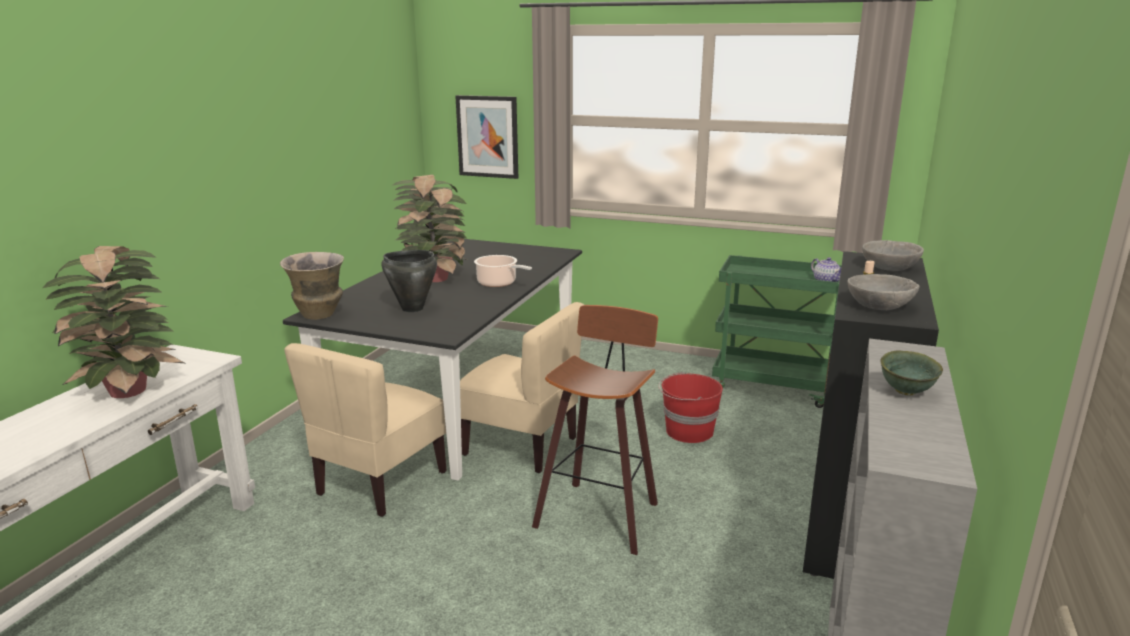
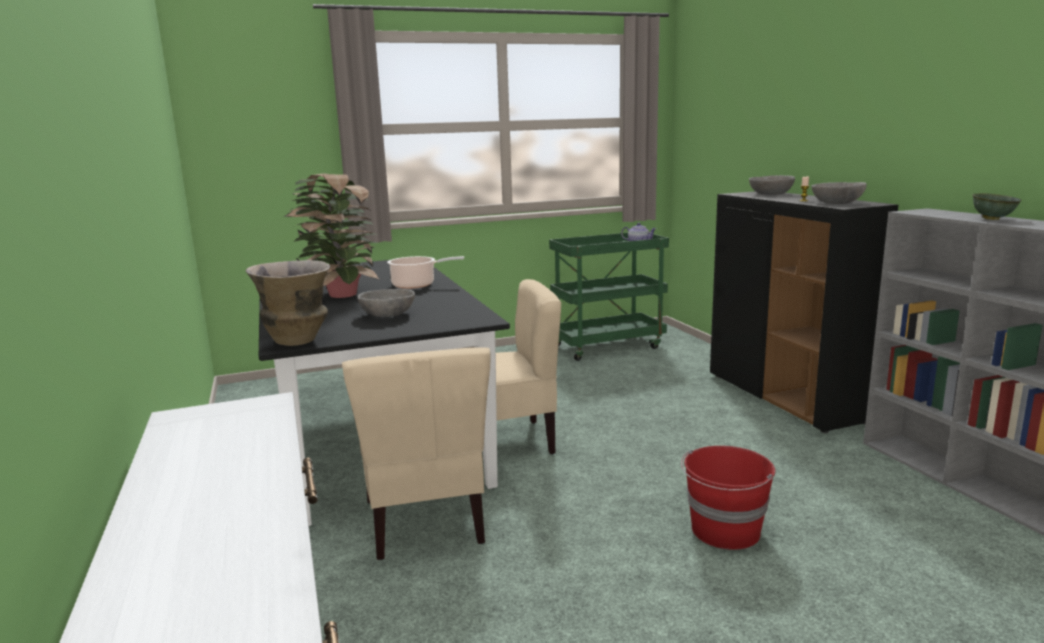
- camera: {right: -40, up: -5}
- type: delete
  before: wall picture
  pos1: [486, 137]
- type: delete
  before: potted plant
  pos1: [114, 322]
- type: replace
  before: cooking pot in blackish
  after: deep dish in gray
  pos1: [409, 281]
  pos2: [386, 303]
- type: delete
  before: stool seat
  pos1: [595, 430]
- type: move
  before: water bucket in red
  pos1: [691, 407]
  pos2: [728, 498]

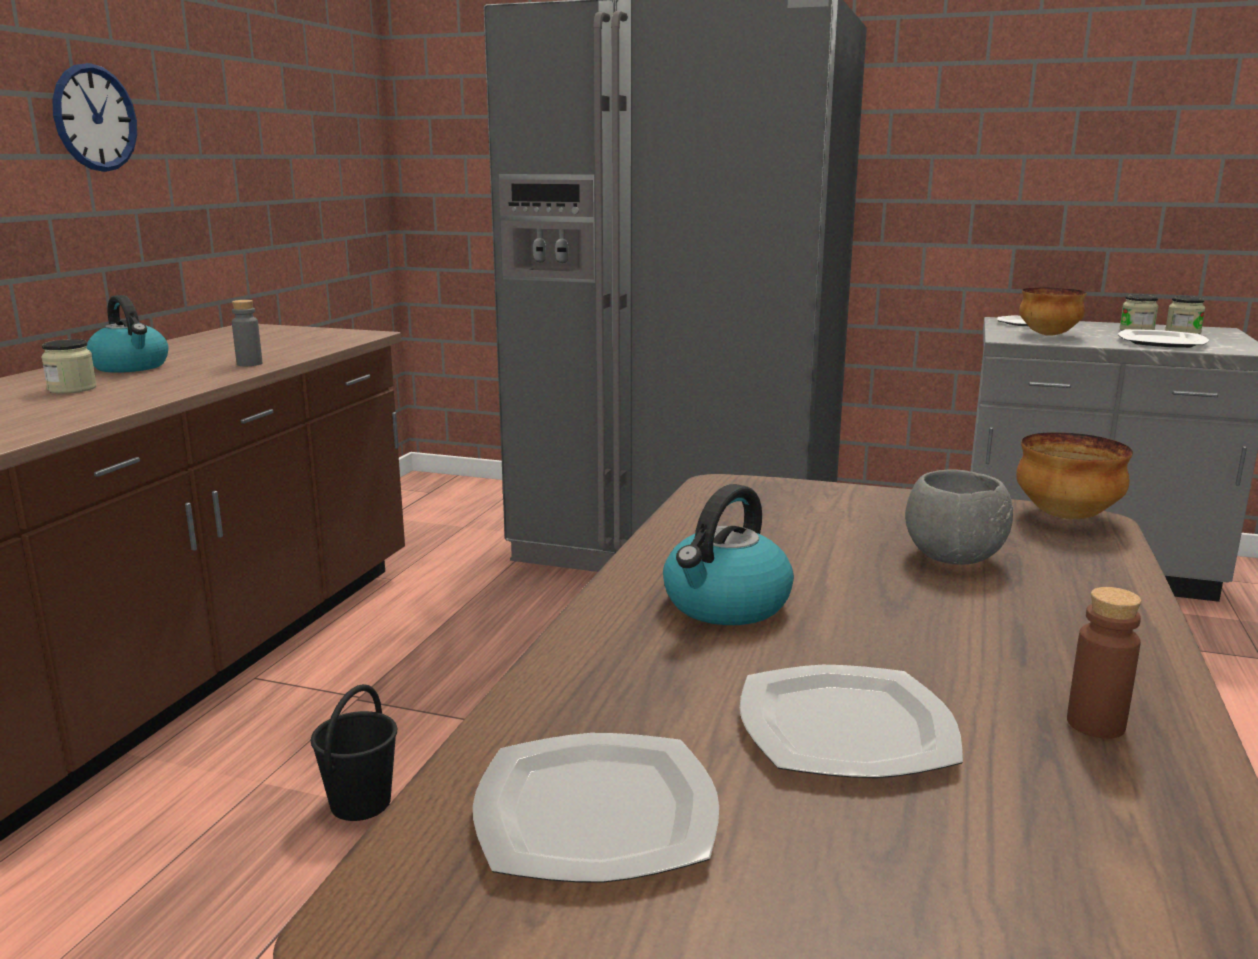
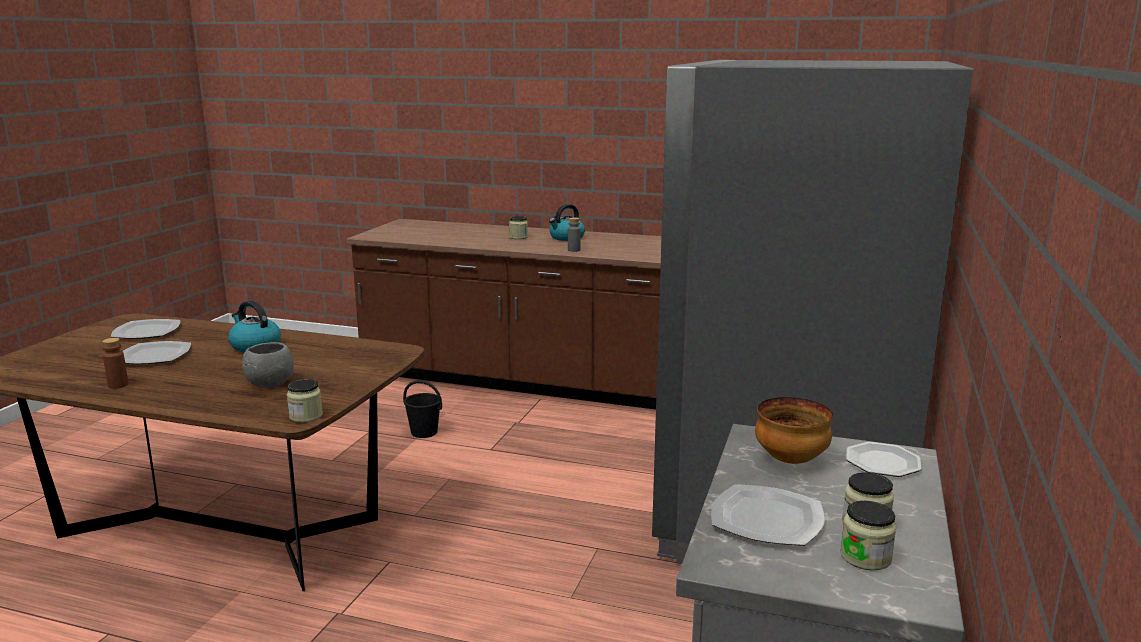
- camera: {right: 90, up: 0}
- type: delete
  before: hanging clock
  pos1: [94, 117]
- type: replace
  before: deep dish
  after: storage jar
  pos1: [1074, 475]
  pos2: [305, 401]

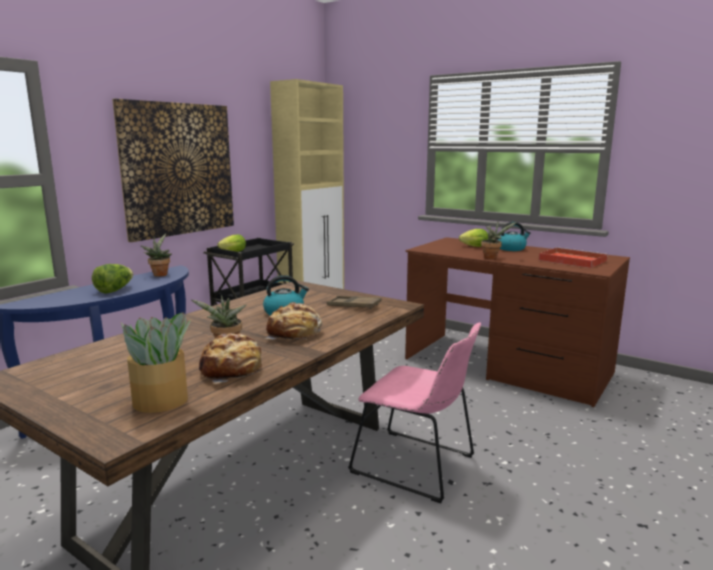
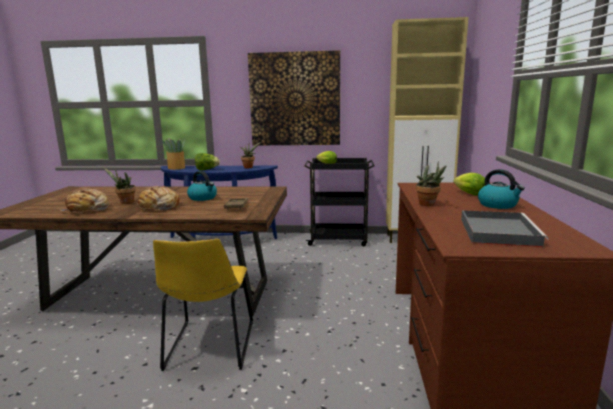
- camera: {right: 60, up: 0}
- type: recolor
  before: tray in red
  after: tray in gray
  pos1: [573, 257]
  pos2: [504, 228]
- type: move
  before: potted plant
  pos1: [156, 362]
  pos2: [173, 154]
- type: recolor
  before: plain chair in pink
  after: plain chair in yellowish
  pos1: [414, 413]
  pos2: [203, 305]

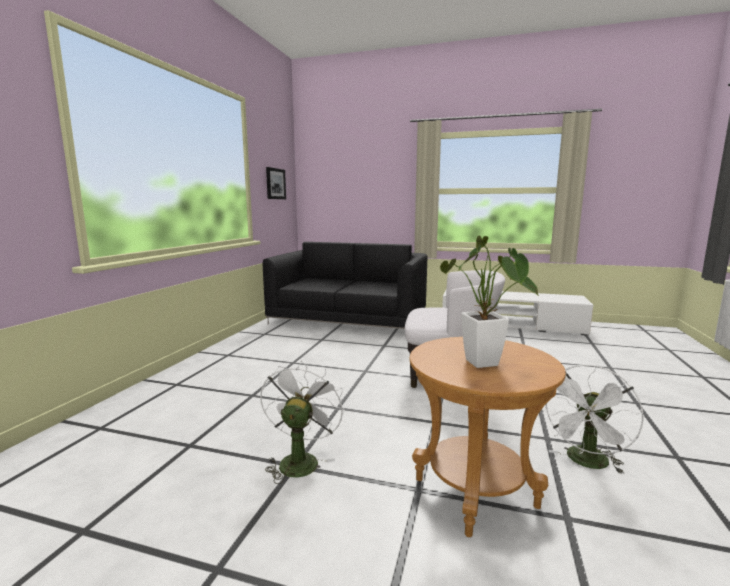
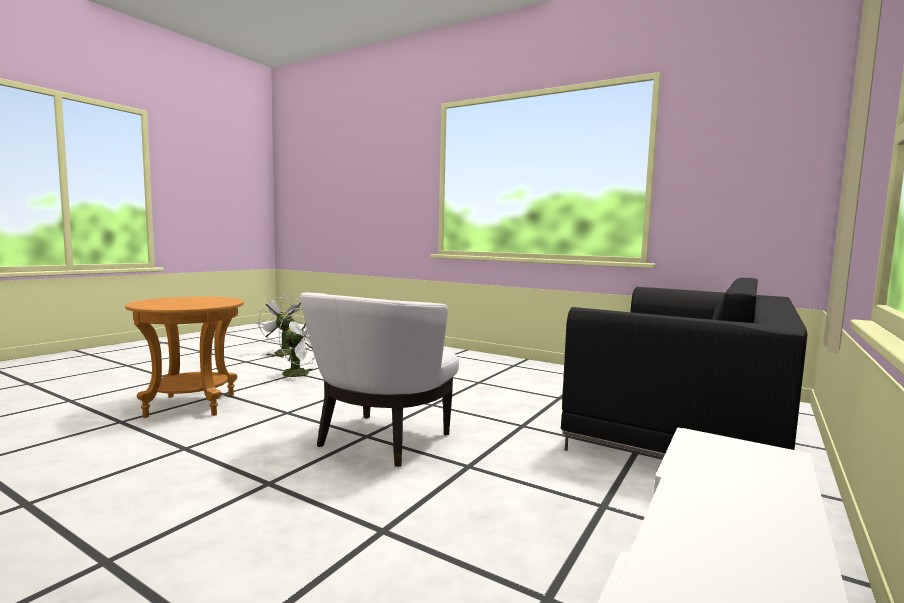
- camera: {right: 105, up: -5}
- type: delete
  before: wall picture
  pos1: [276, 183]
- type: delete
  before: potted plant
  pos1: [489, 302]
- type: move
  before: cooling fan in whitish
  pos1: [593, 419]
  pos2: [281, 326]

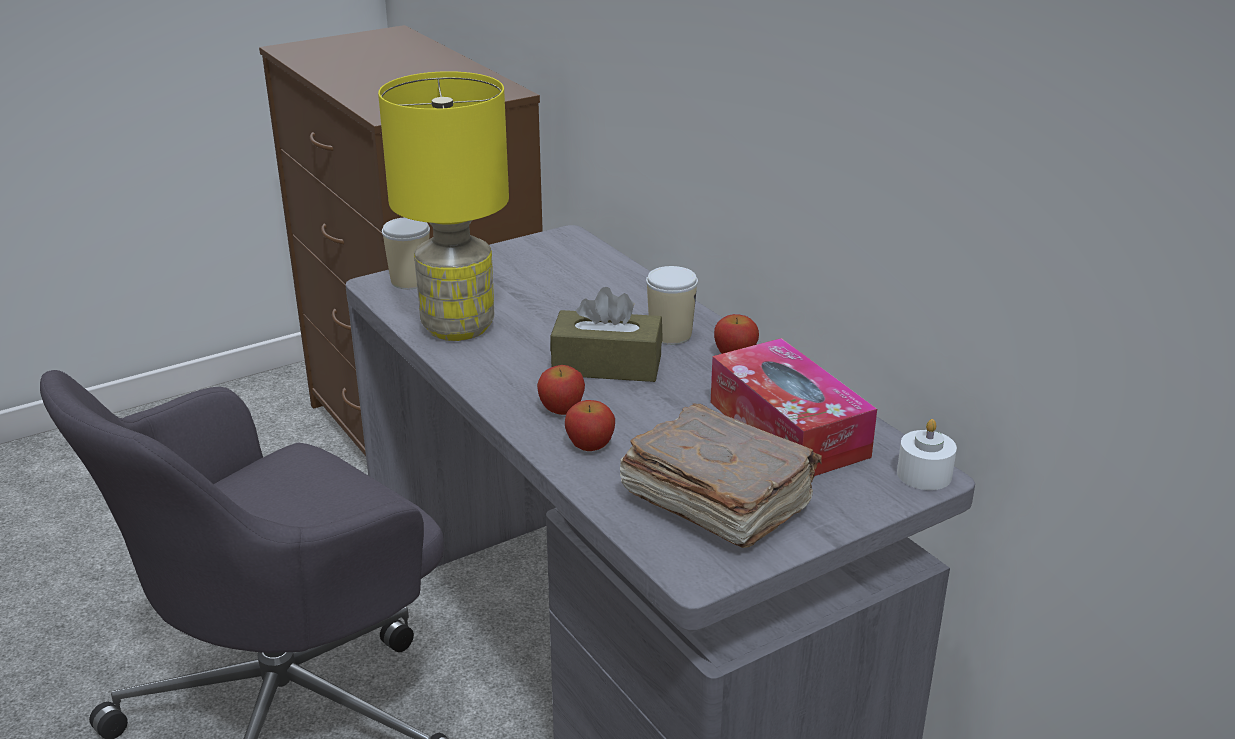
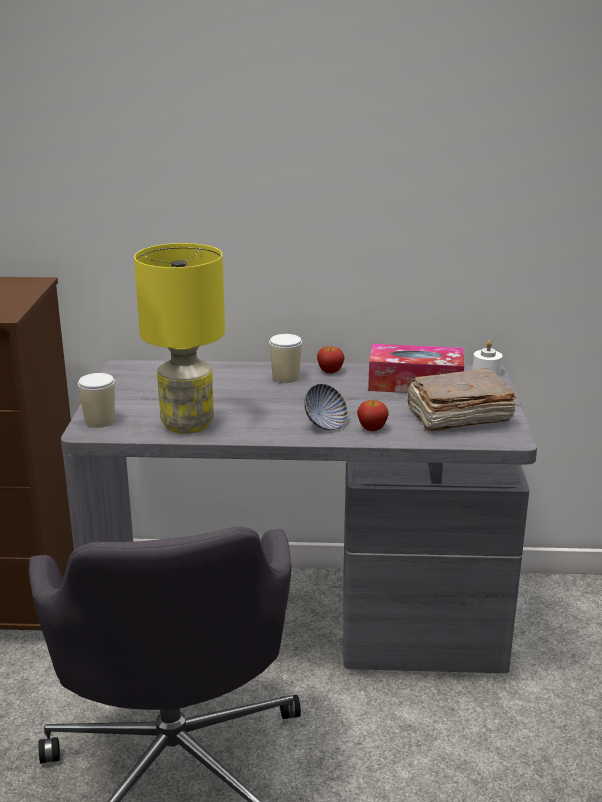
- camera: {right: -55, up: -5}
- type: delete
  before: box of tissues in brown
  pos1: [606, 334]
- type: replace
  before: whole apple
  after: deep dish
  pos1: [561, 390]
  pos2: [326, 407]

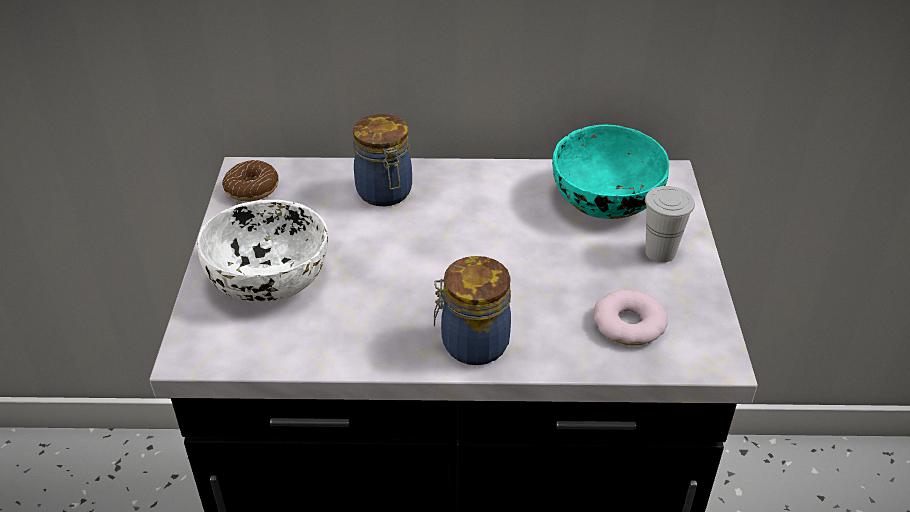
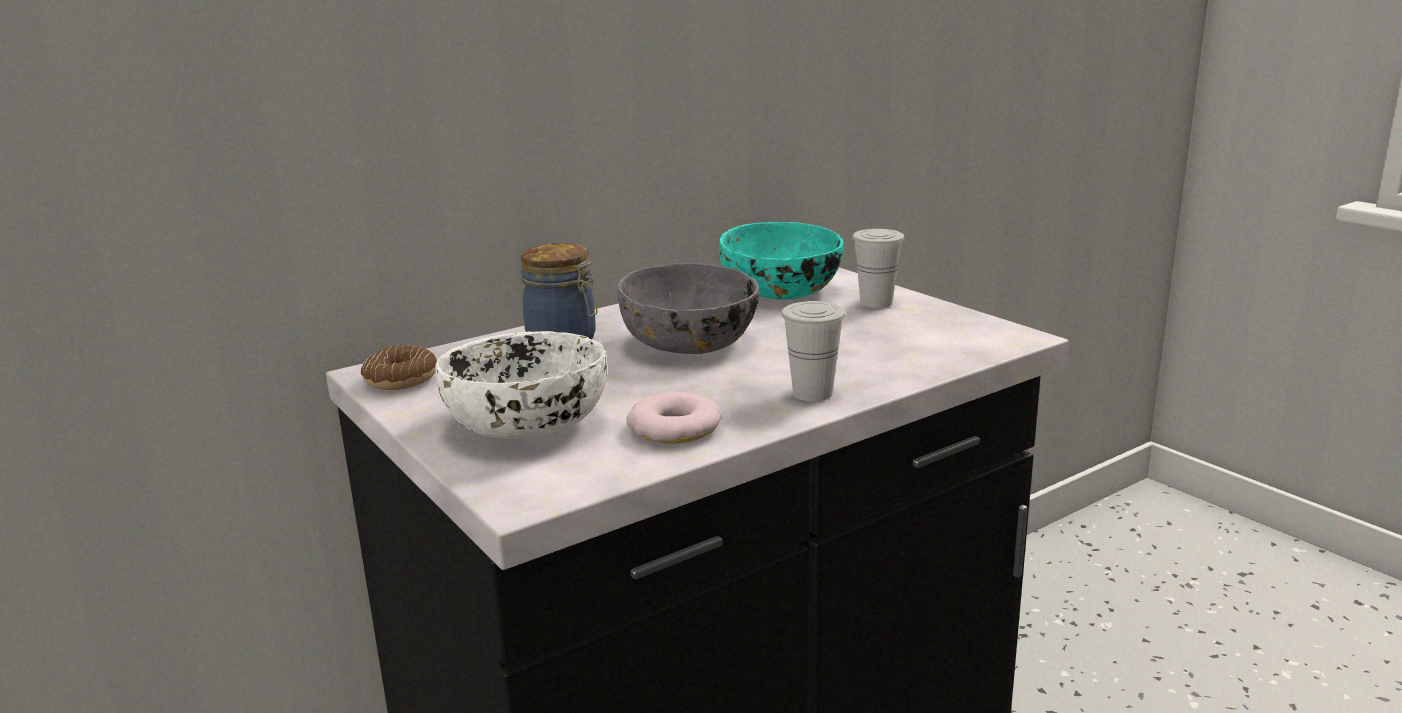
- camera: {right: -35, up: -20}
- type: replace
  before: storage jar
  after: drinking cup in whitish
  pos1: [472, 310]
  pos2: [813, 351]
- type: move
  before: doughnut
  pos1: [631, 317]
  pos2: [674, 418]
- type: insert
  after: deep dish in gray
  pos2: [688, 308]

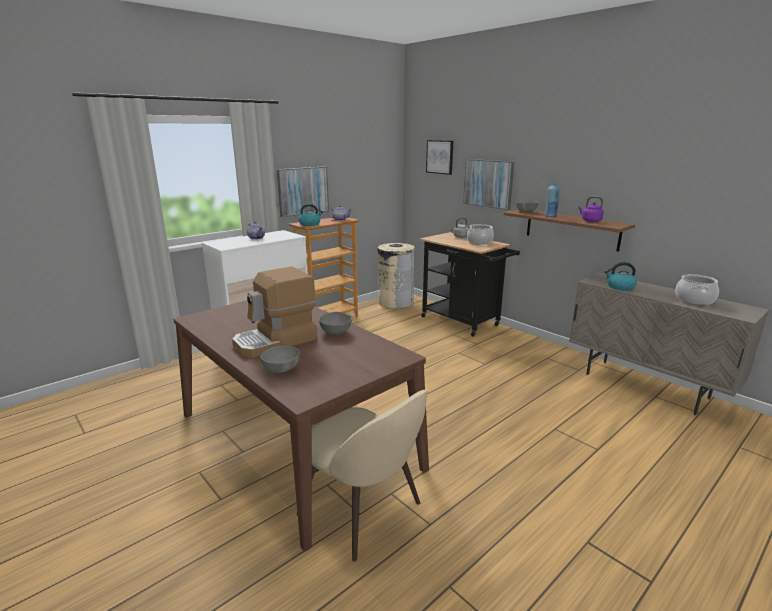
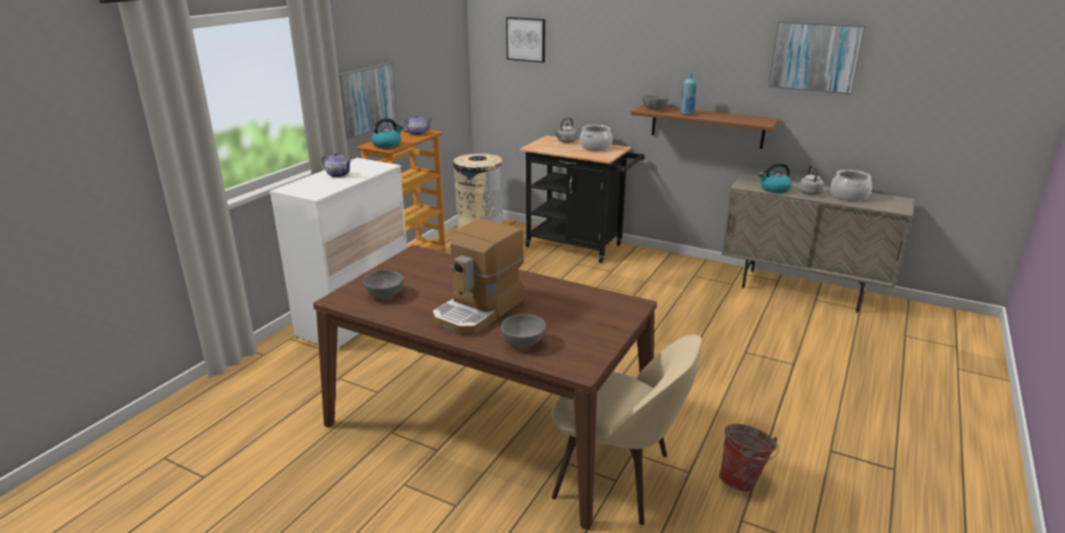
- camera: {right: -20, up: 5}
- type: move
  before: wall picture
  pos1: [488, 184]
  pos2: [817, 58]
- type: delete
  before: kettle in purple-coloured
  pos1: [591, 209]
- type: move
  before: deep dish in gray
  pos1: [335, 323]
  pos2: [383, 284]
- type: insert
  after: kettle in gray
  pos2: [811, 180]
- type: insert
  after: water bucket
  pos2: [749, 457]

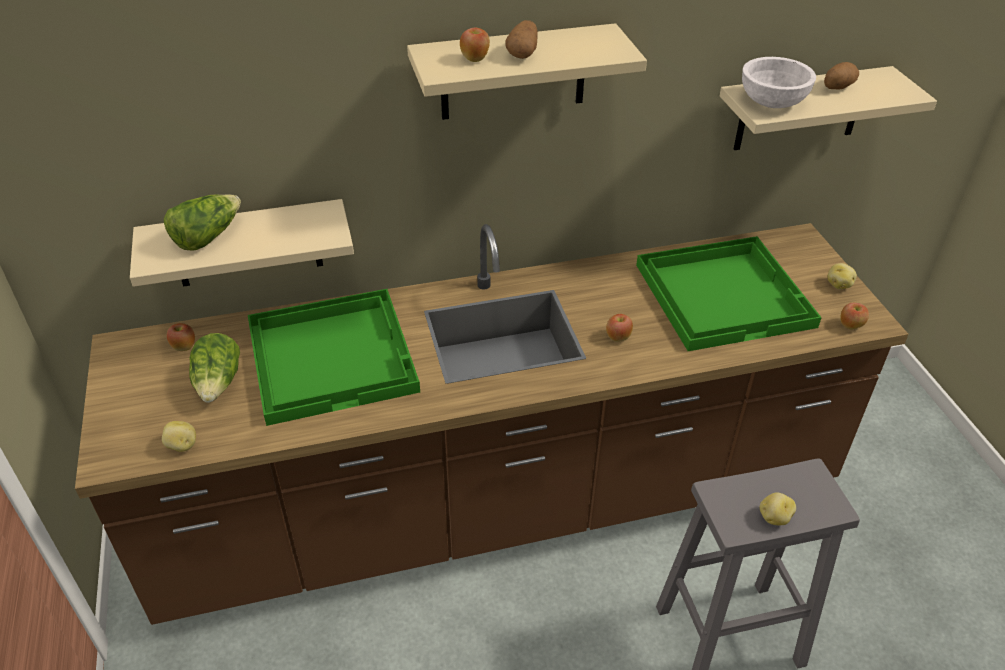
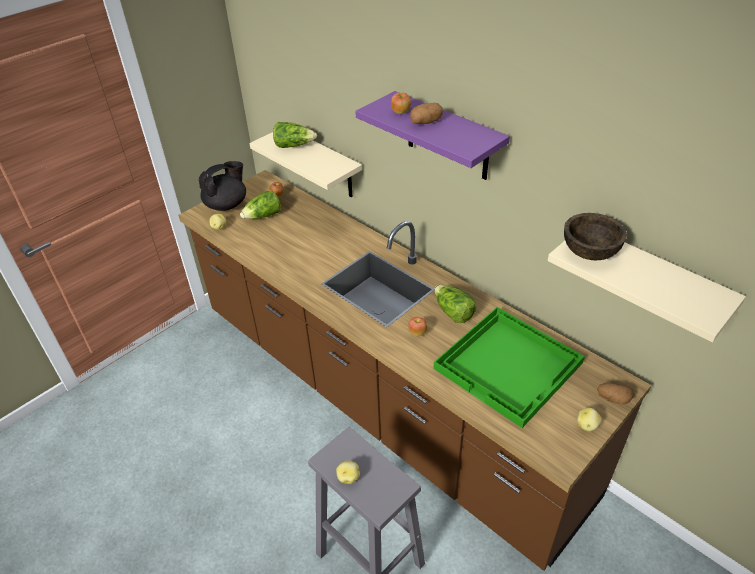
- camera: {right: 60, up: 0}
- type: recolor
  before: wall shelf in beige
  after: wall shelf in purple-coloured
  pos1: [527, 71]
  pos2: [432, 135]
- type: recolor
  before: deep dish in whitish
  after: deep dish in brown
  pos1: [779, 82]
  pos2: [595, 236]
- type: move
  before: spud
  pos1: [841, 75]
  pos2: [615, 393]
- type: delete
  before: tray in greenish
  pos1: [334, 357]
- type: delete
  before: whole apple
  pos1: [854, 316]
- type: insert
  after: teapot in blackish
  pos2: [222, 186]
- type: insert
  after: lettuce head
  pos2: [455, 304]

